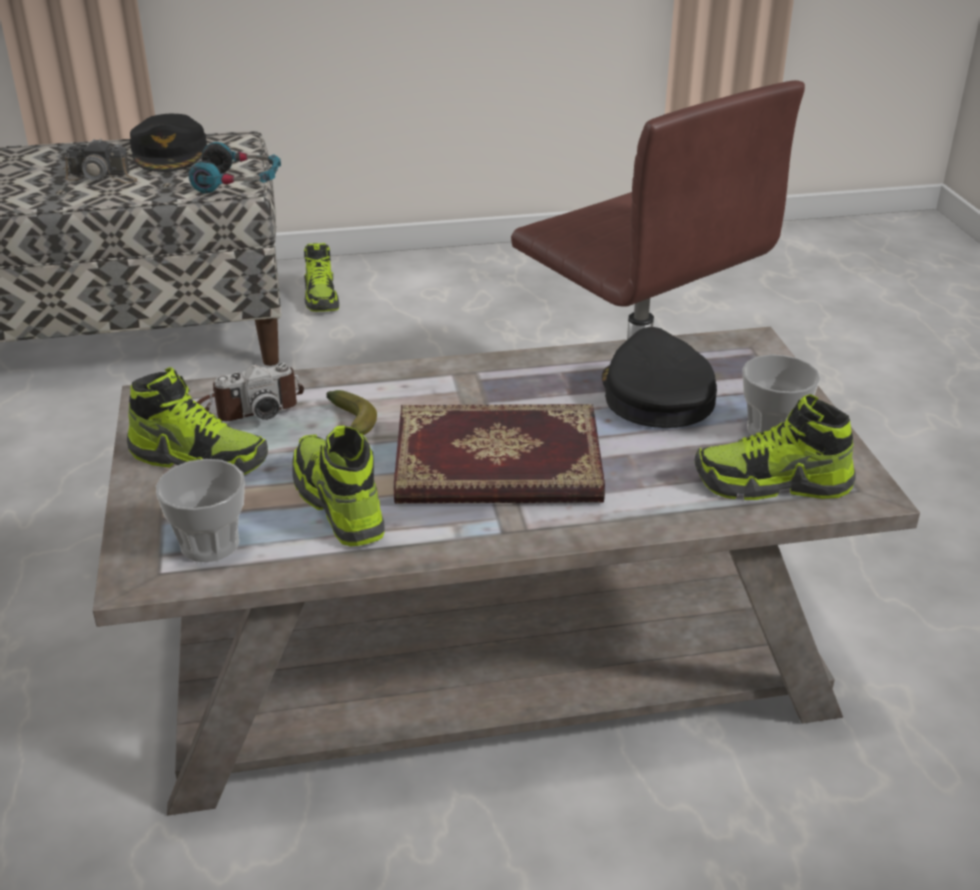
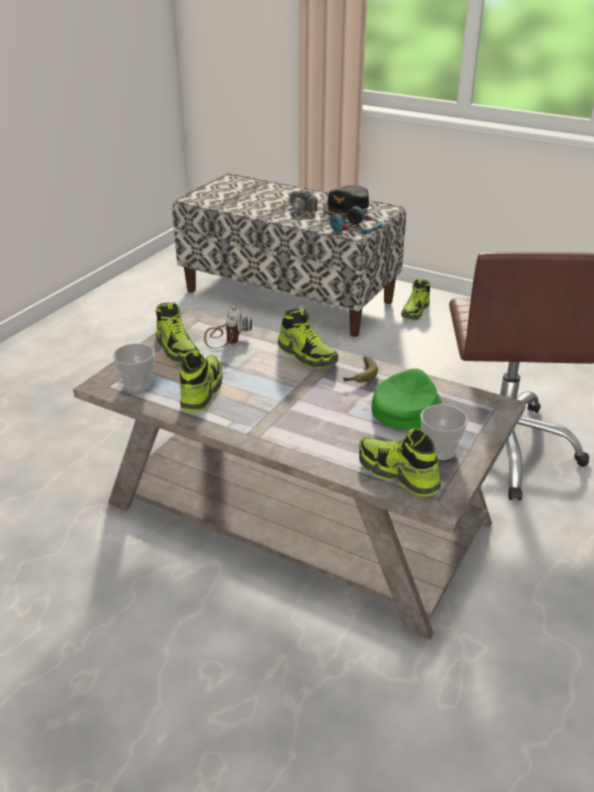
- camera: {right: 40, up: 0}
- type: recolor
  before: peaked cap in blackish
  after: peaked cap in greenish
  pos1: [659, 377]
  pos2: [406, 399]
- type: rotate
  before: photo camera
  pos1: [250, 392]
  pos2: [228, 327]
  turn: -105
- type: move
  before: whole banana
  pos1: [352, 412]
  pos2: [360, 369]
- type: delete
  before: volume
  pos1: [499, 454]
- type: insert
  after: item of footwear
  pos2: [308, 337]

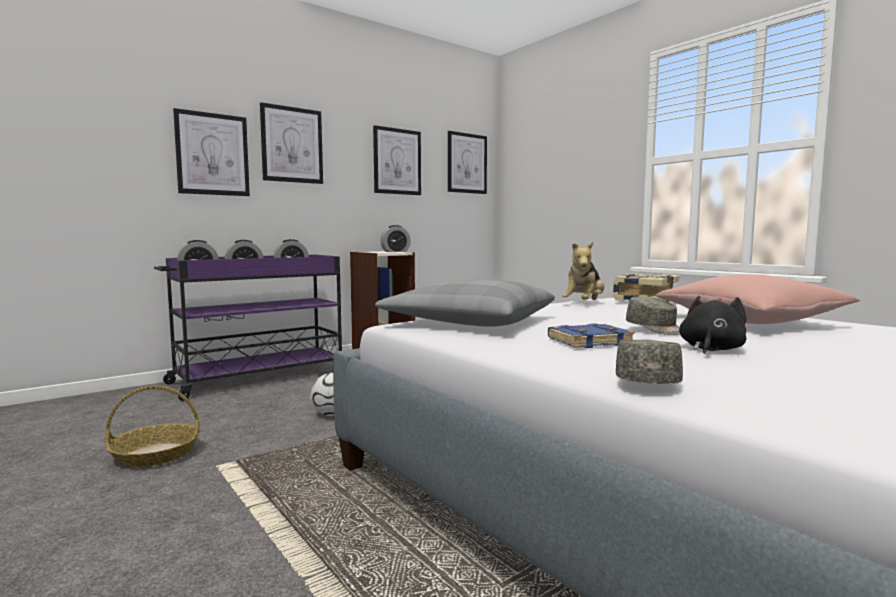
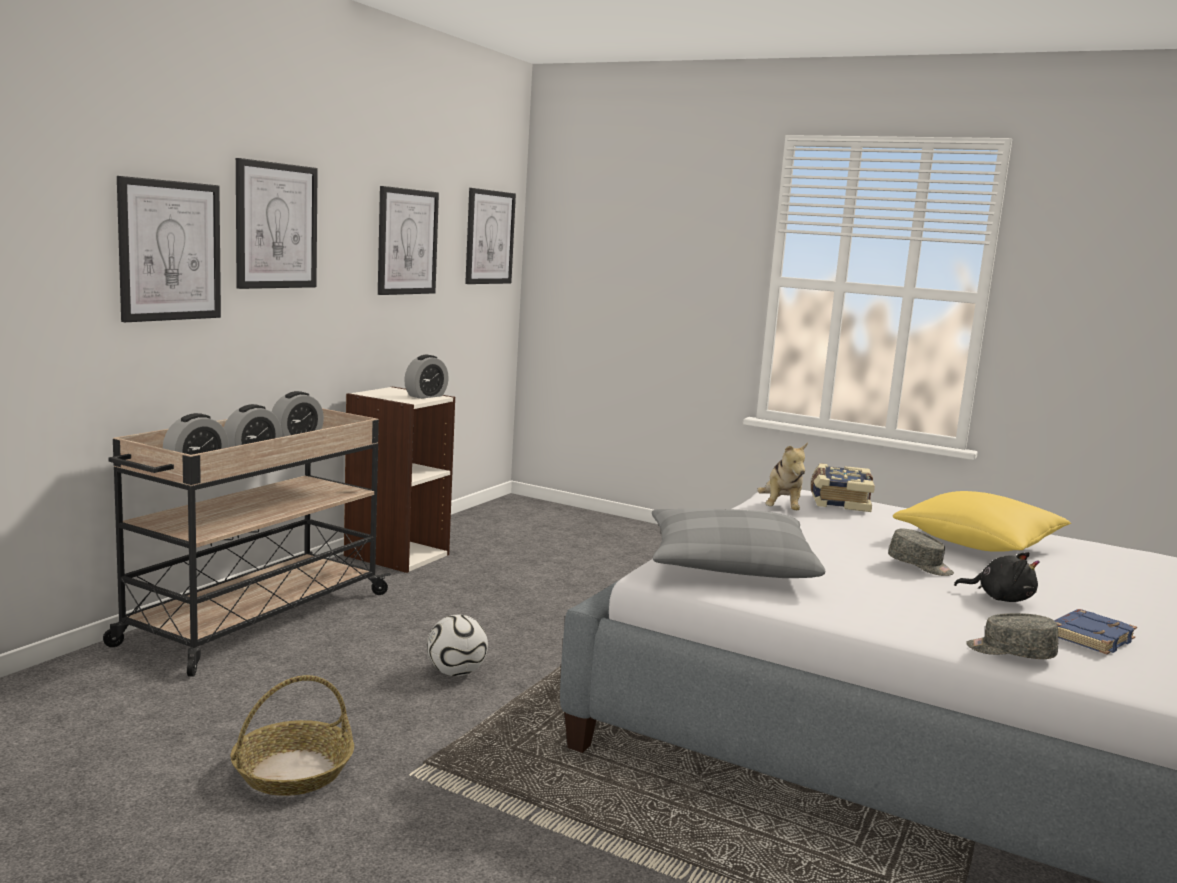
- camera: {right: -25, up: 5}
- type: recolor
  before: cart in purple-coloured
  after: cart in beige
  pos1: [248, 328]
  pos2: [247, 542]
- type: recolor
  before: throw pillow in pink
  after: throw pillow in yellowish
  pos1: [758, 299]
  pos2: [982, 521]
- type: rotate
  before: cuddly toy in blackish
  pos1: [712, 325]
  pos2: [997, 577]
  turn: 105
- type: move
  before: volume in bluish
  pos1: [591, 335]
  pos2: [1095, 632]
- type: rotate
  before: peaked cap in gray
  pos1: [649, 361]
  pos2: [1012, 636]
  turn: -60

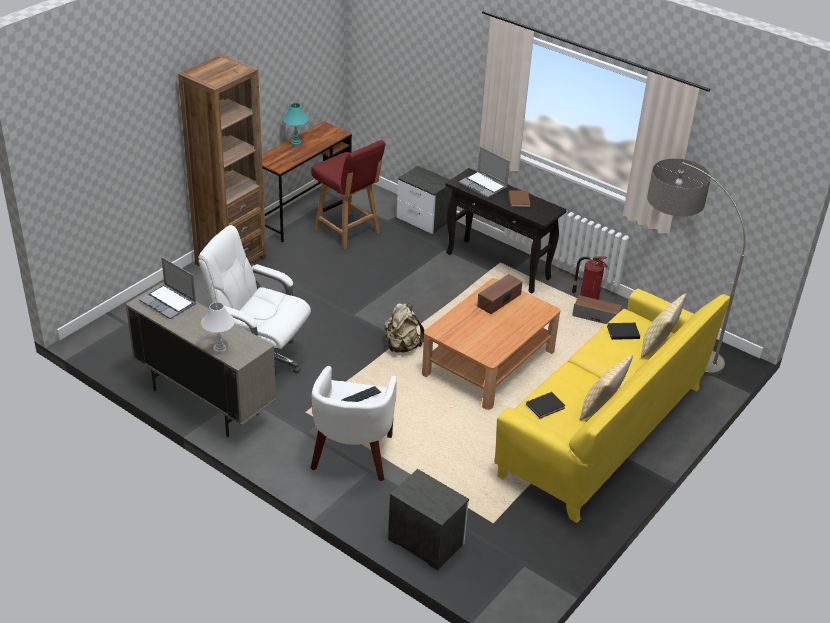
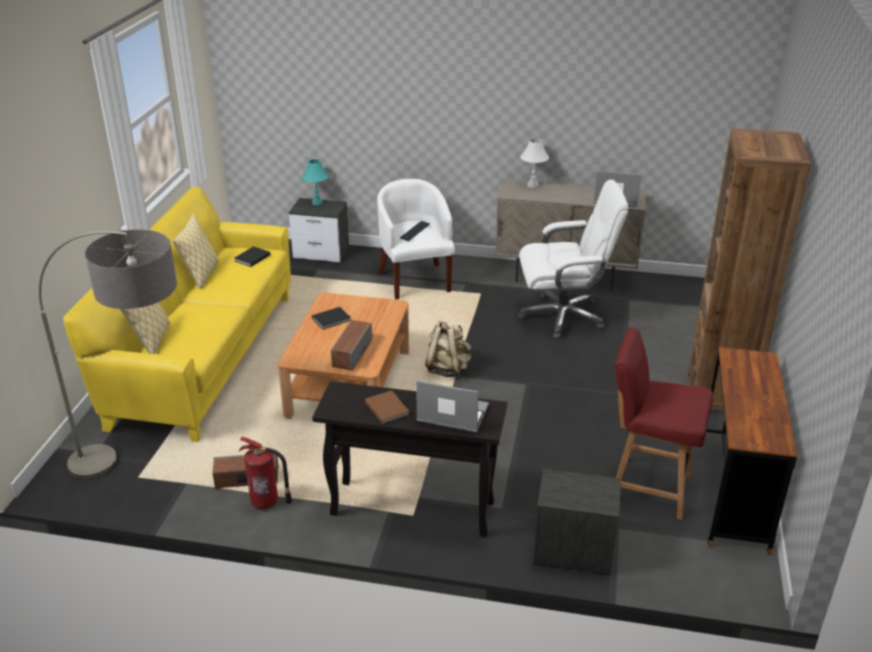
- camera: {right: 155, up: -5}
- type: move
  before: tabletop lamp in turquoise-coloured
  pos1: [296, 124]
  pos2: [315, 182]
- type: move
  before: volume in blackish
  pos1: [623, 331]
  pos2: [331, 318]

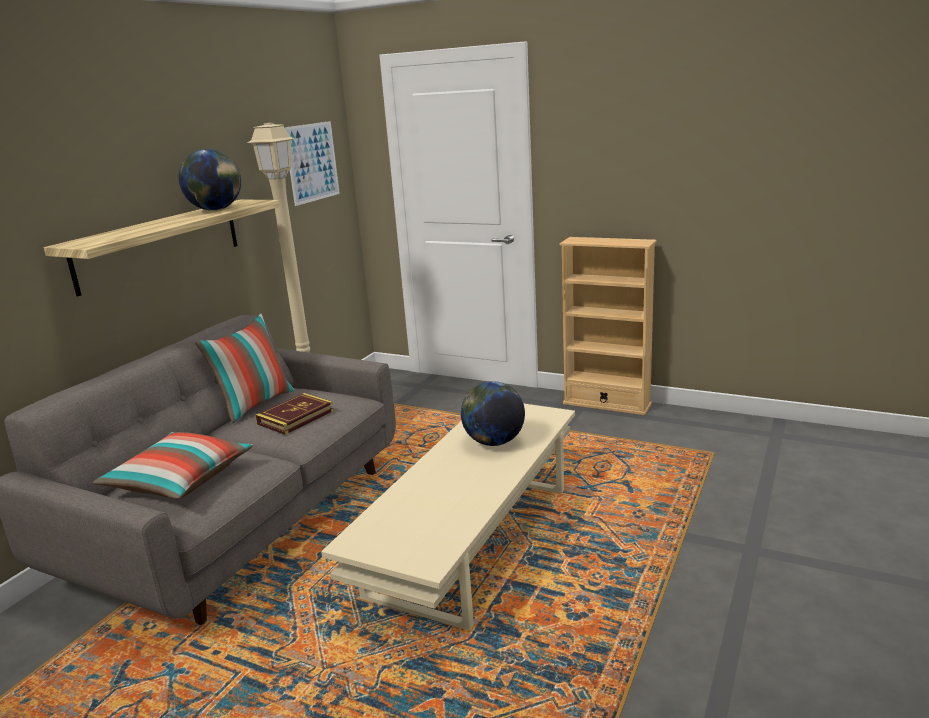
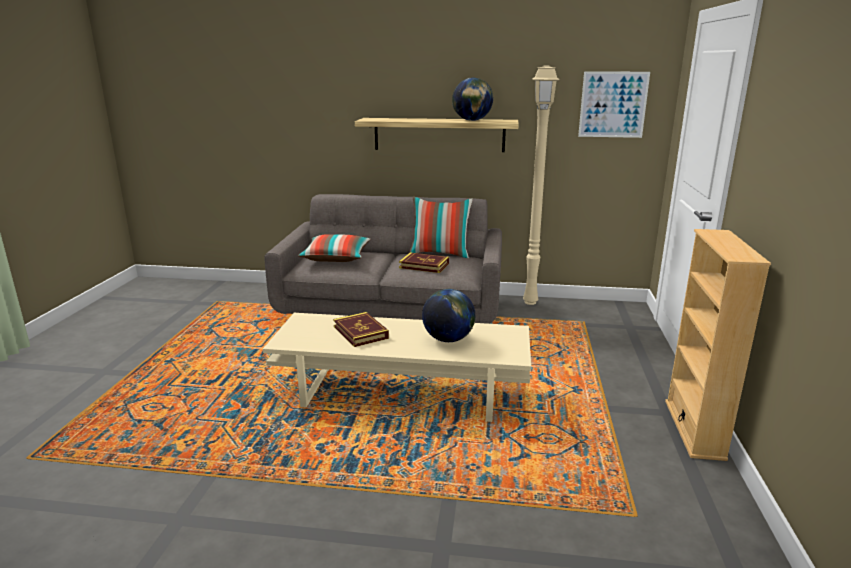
- camera: {right: 70, up: 0}
- type: insert
  after: volume
  pos2: [361, 329]

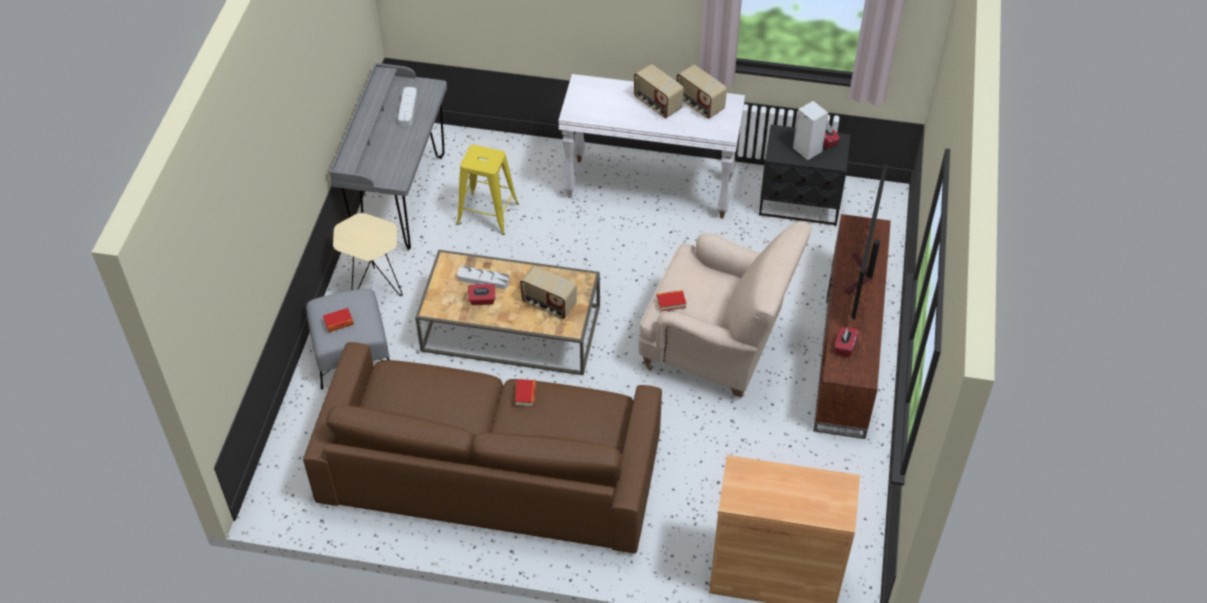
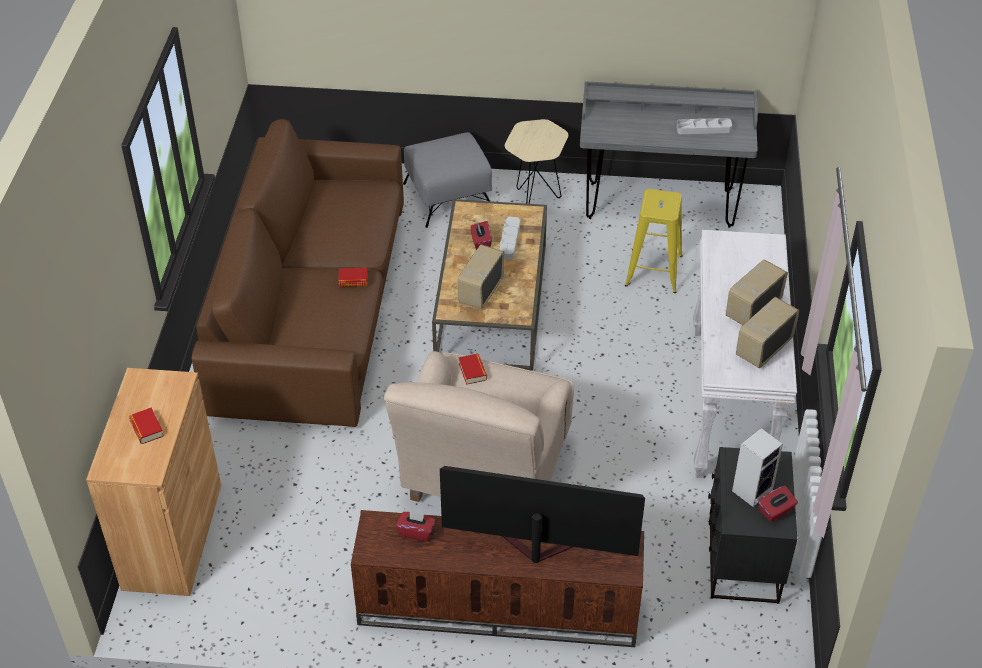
- camera: {right: 85, up: -5}
- type: move
  before: volume
  pos1: [338, 320]
  pos2: [146, 425]

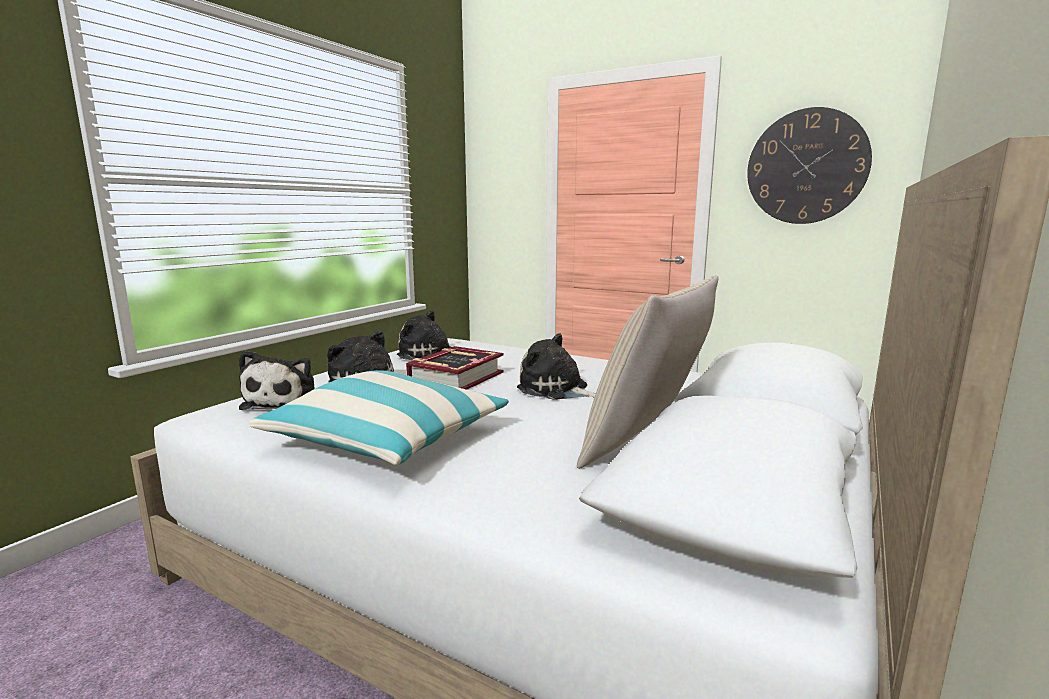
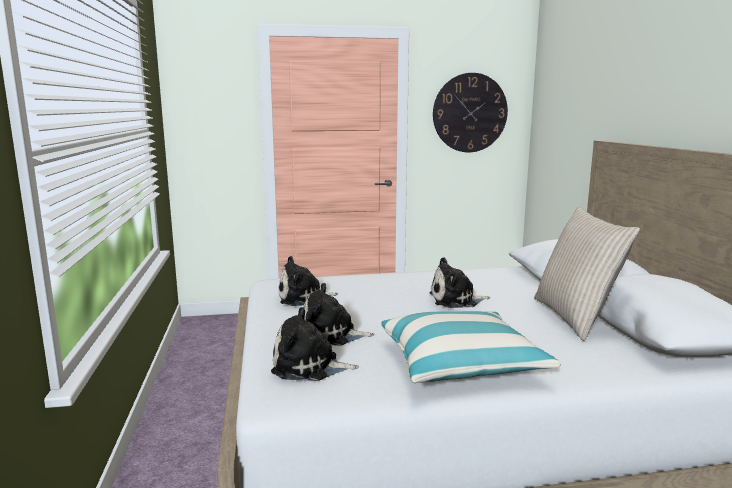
- camera: {right: -40, up: 0}
- type: delete
  before: volume
  pos1: [455, 368]
- type: rotate
  before: cuddly toy
  pos1: [277, 380]
  pos2: [315, 344]
  turn: 135

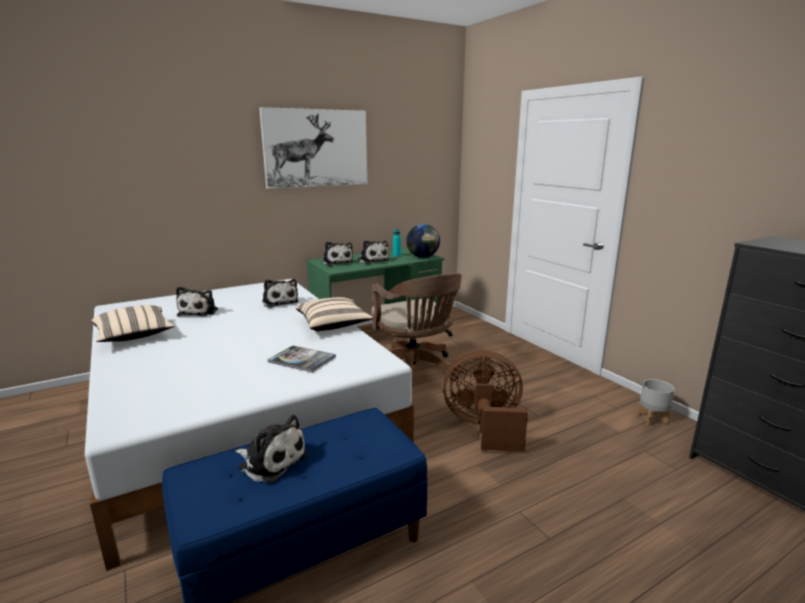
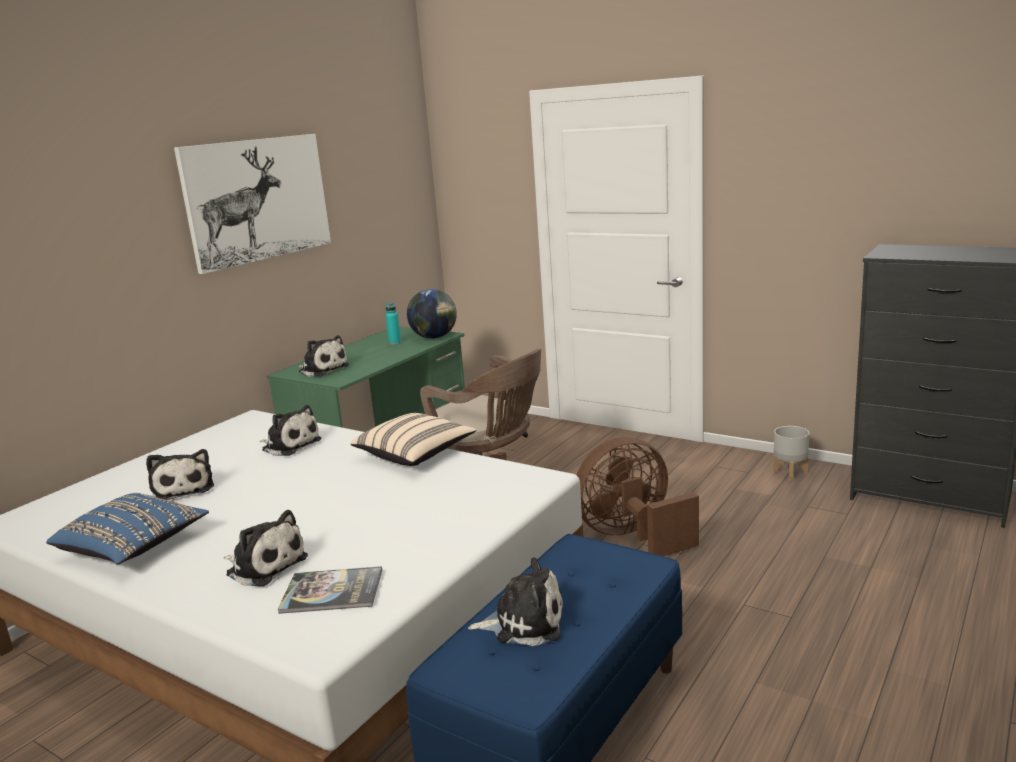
- camera: {right: -25, up: 0}
- type: move
  before: cuddly toy
  pos1: [373, 252]
  pos2: [266, 548]
- type: recolor
  before: throw pillow in beige
  after: throw pillow in bluish
  pos1: [133, 323]
  pos2: [127, 529]
- type: move
  before: volume
  pos1: [301, 359]
  pos2: [330, 590]

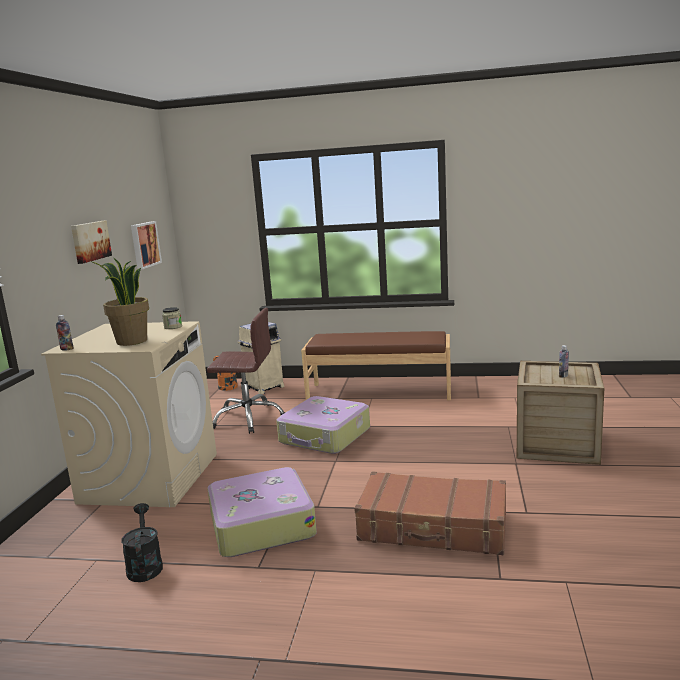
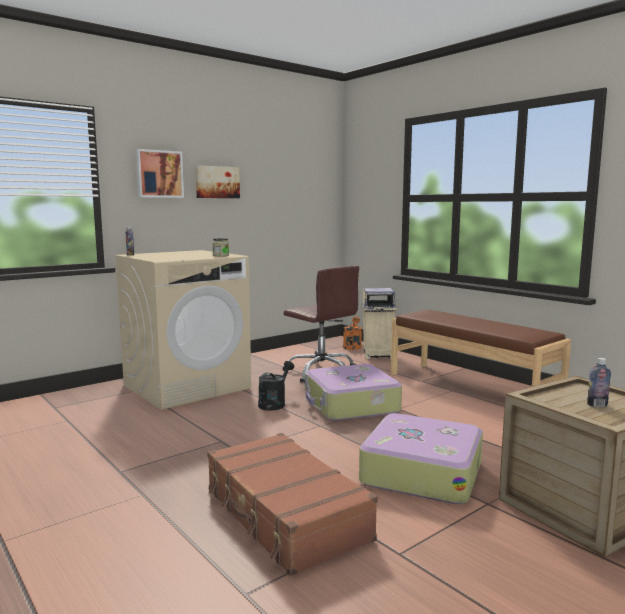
- camera: {right: 40, up: -5}
- type: move
  before: wall picture
  pos1: [146, 245]
  pos2: [160, 173]
- type: delete
  before: potted plant
  pos1: [120, 301]
- type: move
  before: travel case
  pos1: [262, 512]
  pos2: [421, 458]
- type: move
  before: watering can in blackish
  pos1: [142, 542]
  pos2: [276, 386]

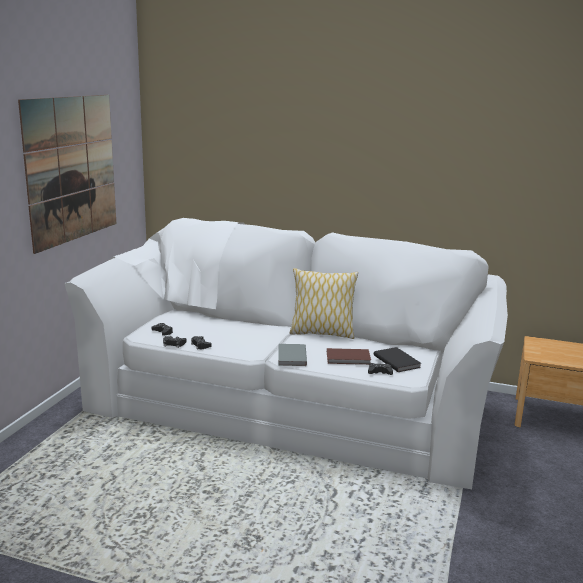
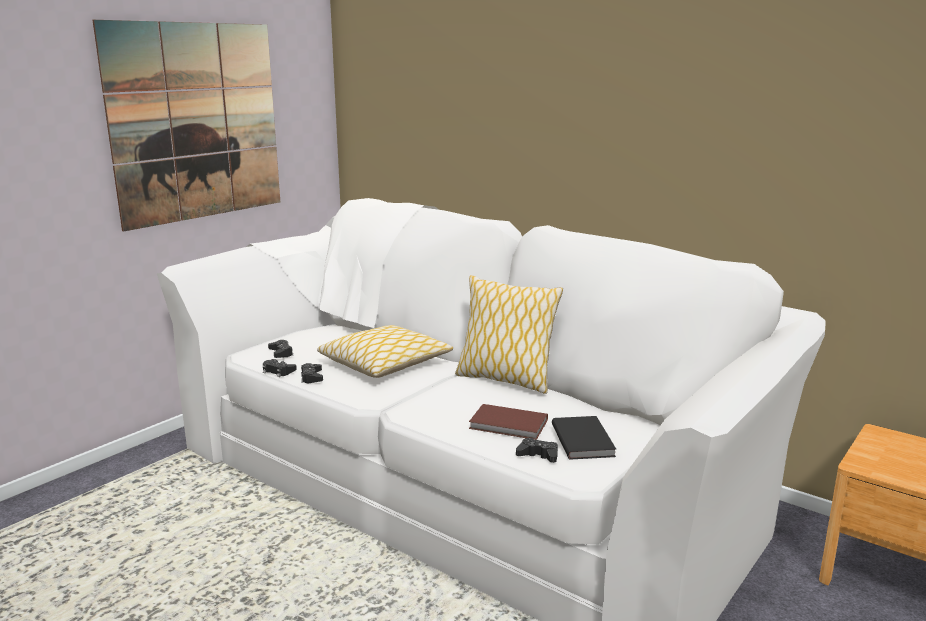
- camera: {right: 20, up: 0}
- type: delete
  before: volume in gray
  pos1: [292, 355]
- type: insert
  after: throw pillow
  pos2: [385, 351]

